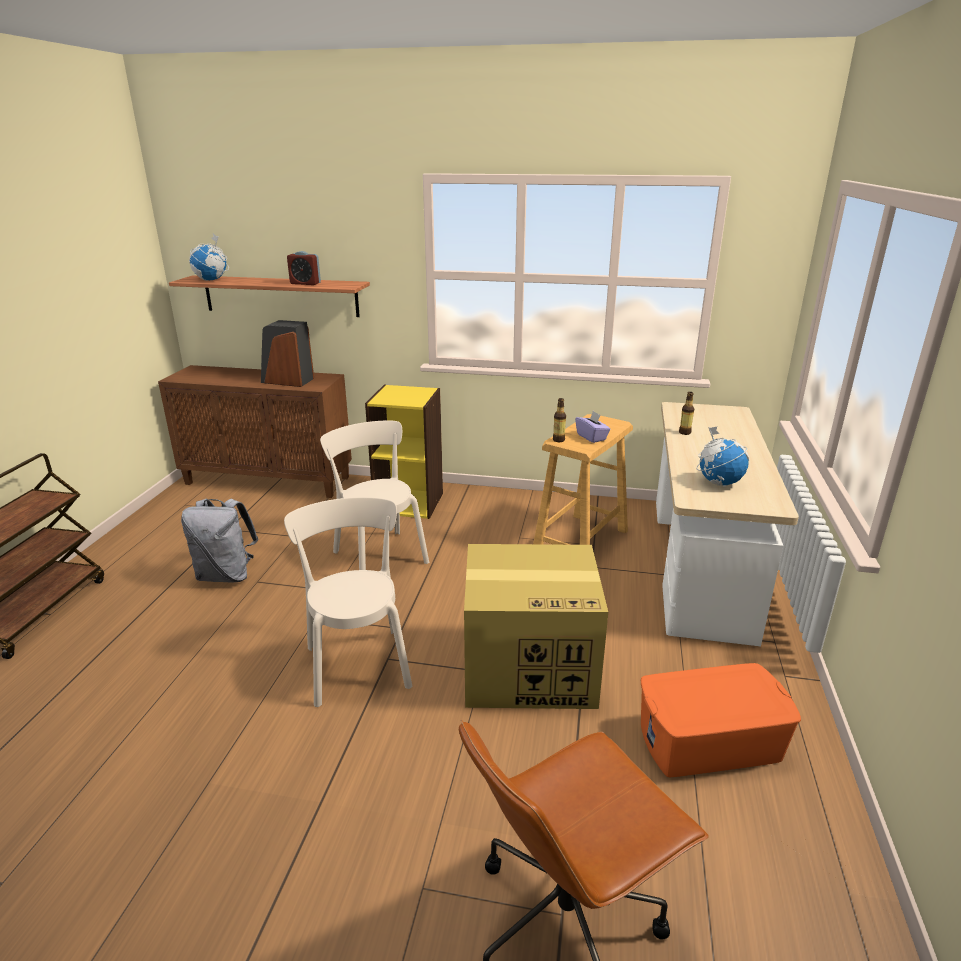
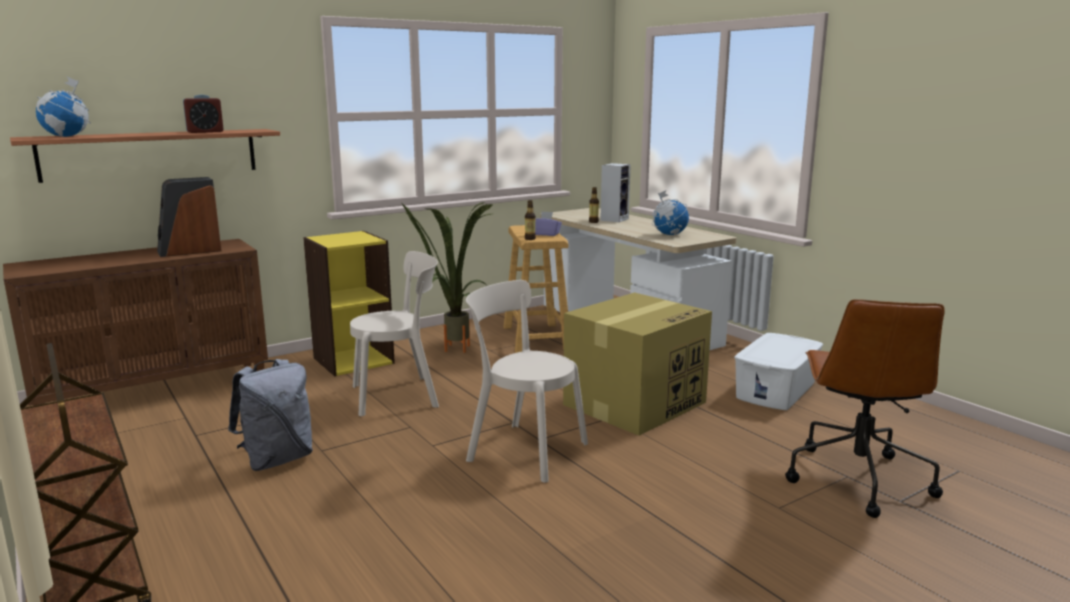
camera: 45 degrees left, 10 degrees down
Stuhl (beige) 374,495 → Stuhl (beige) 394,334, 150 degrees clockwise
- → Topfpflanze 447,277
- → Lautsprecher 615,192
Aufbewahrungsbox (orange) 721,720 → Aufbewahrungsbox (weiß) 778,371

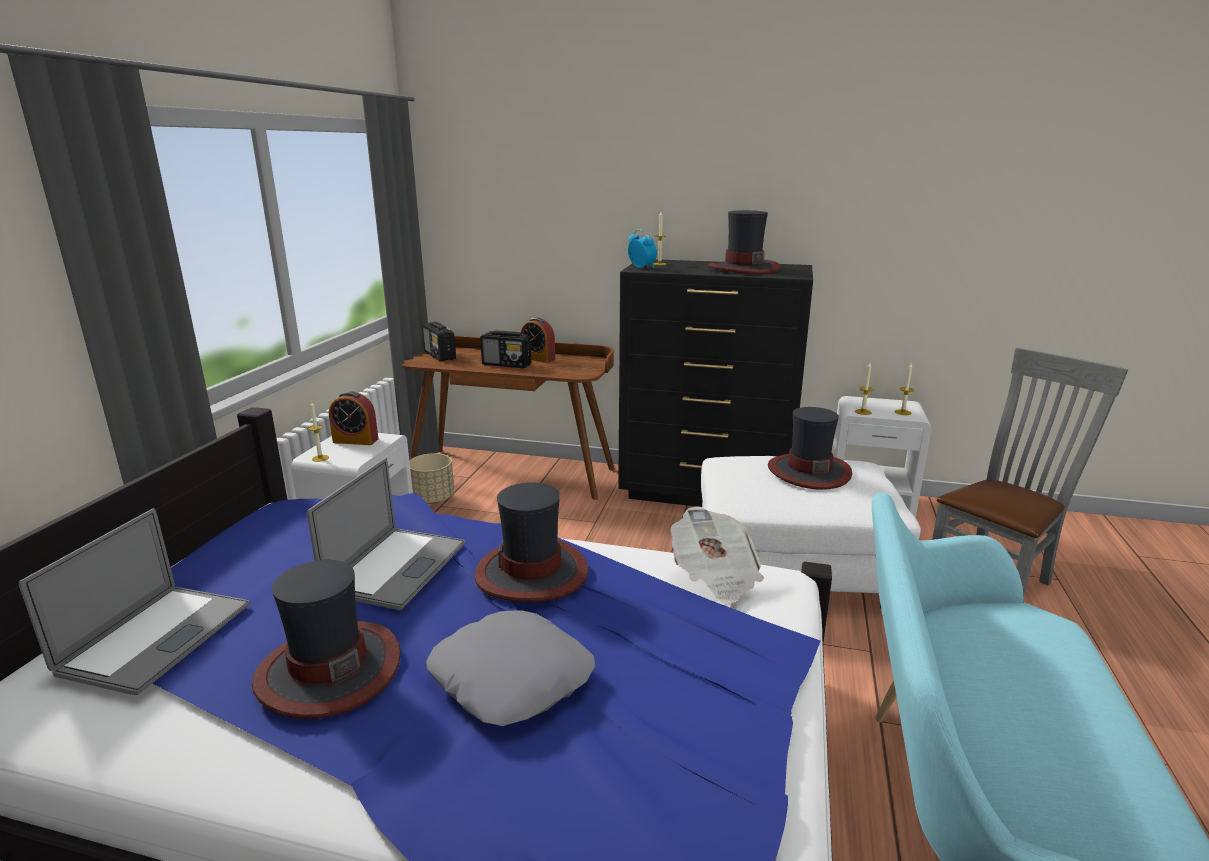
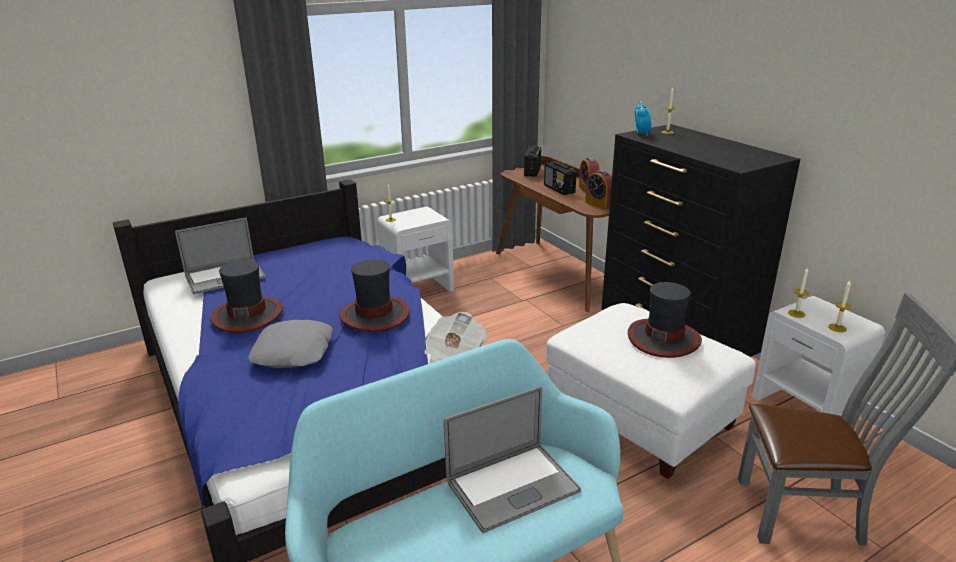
camera: 45 degrees right, 5 degrees up
Laptop 386,534 → Laptop 512,459, move
Wecker 353,418 → Wecker 598,190, move
Pflanzkübel (beige) 431,478 → -
Hut 744,242 → -

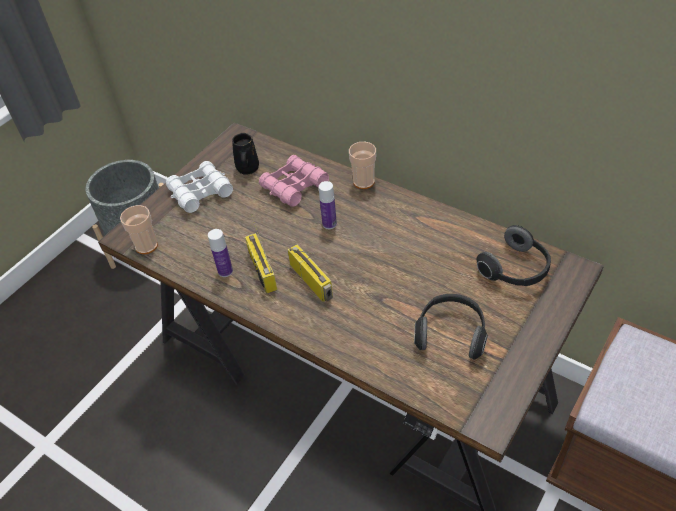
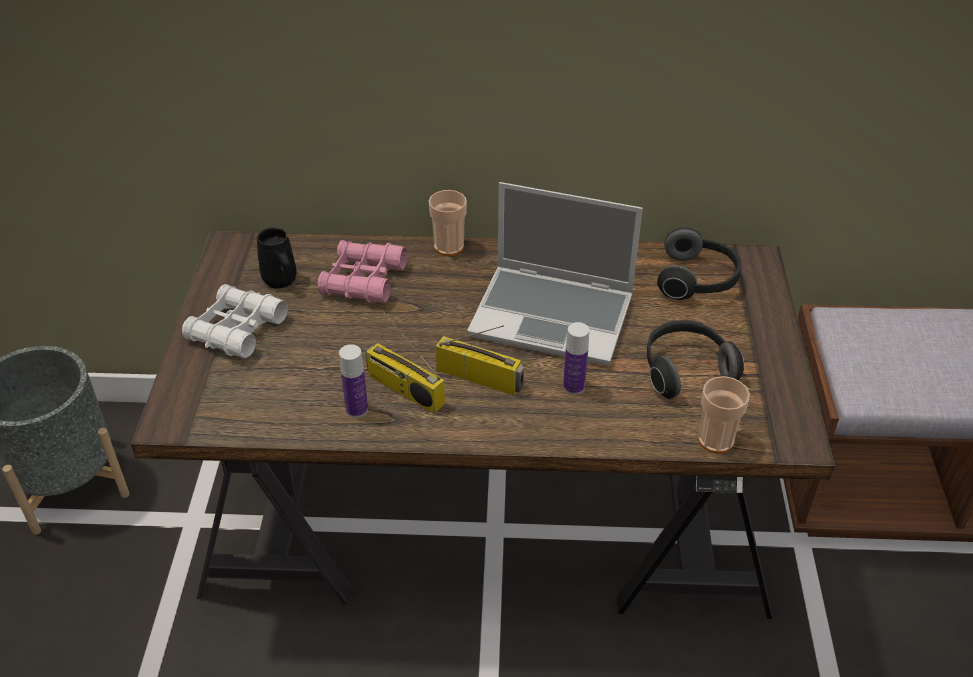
camera: 35 degrees left, 5 degrees down
- → Laptop 555,274
Flasche 328,205 → Flasche 576,358, move
Tasse 139,229 → Tasse 724,415, move

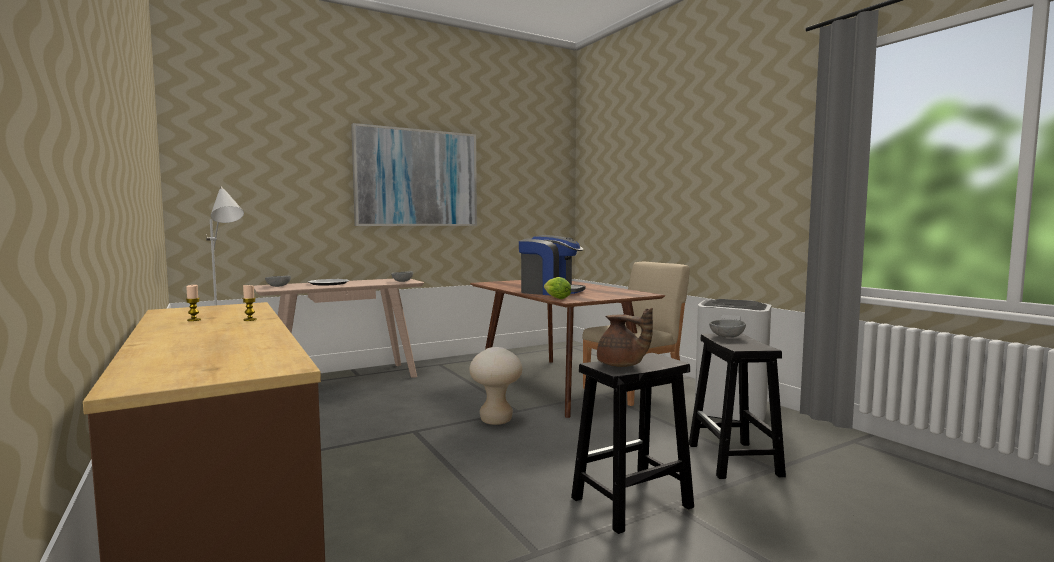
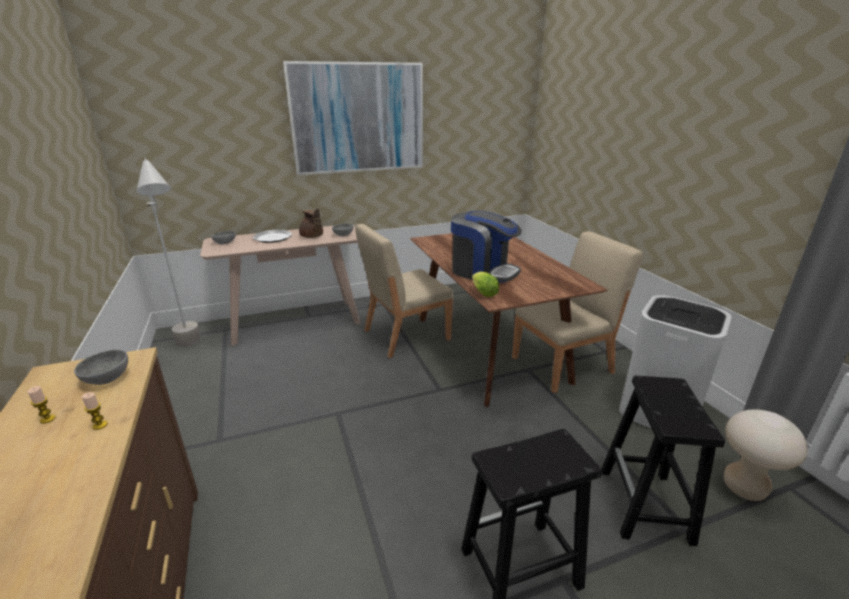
camera: 10 degrees right, 20 degrees up
Schüssel (grau) 727,329 → Schüssel (grau) 101,367, move
Teekanne (braun) 625,337 → Teekanne (braun) 311,223, move
- → Stuhl (beige) 404,291
Hocker (beige) 495,386 → Hocker (beige) 766,455, move

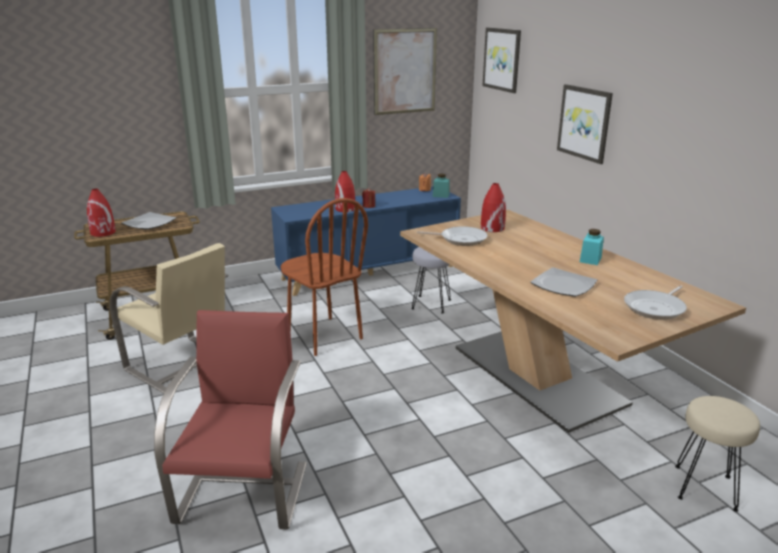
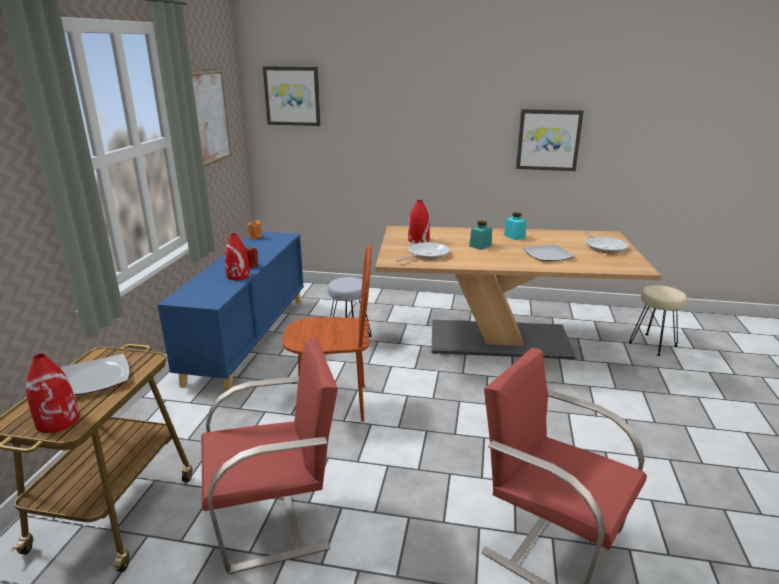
camera: 55 degrees left, 0 degrees up
Stuhl (beige) 169,318 → Stuhl (rot) 269,456
Vorratsglas (türkis) 441,186 → Vorratsglas (türkis) 480,235, move
Bild 585,124 → Bild 550,140, move

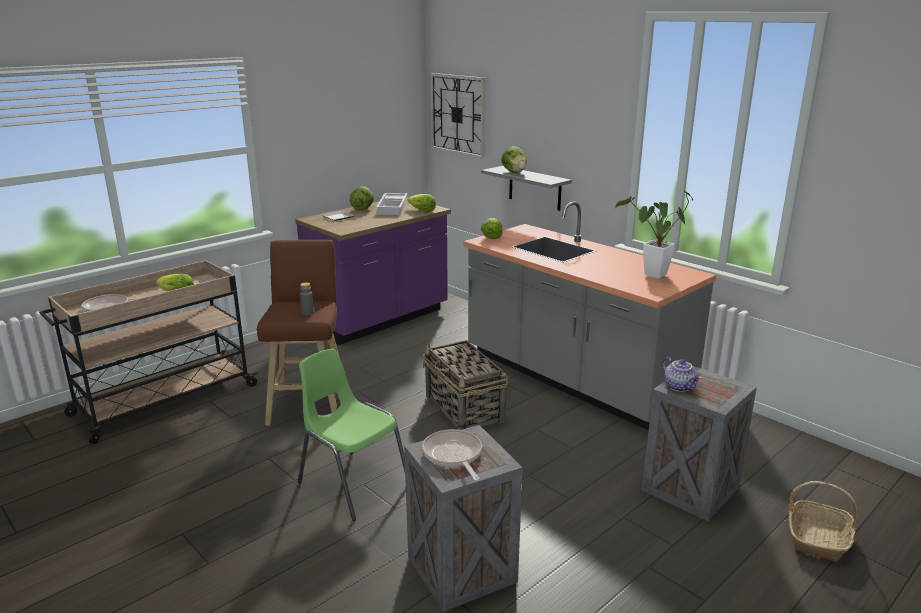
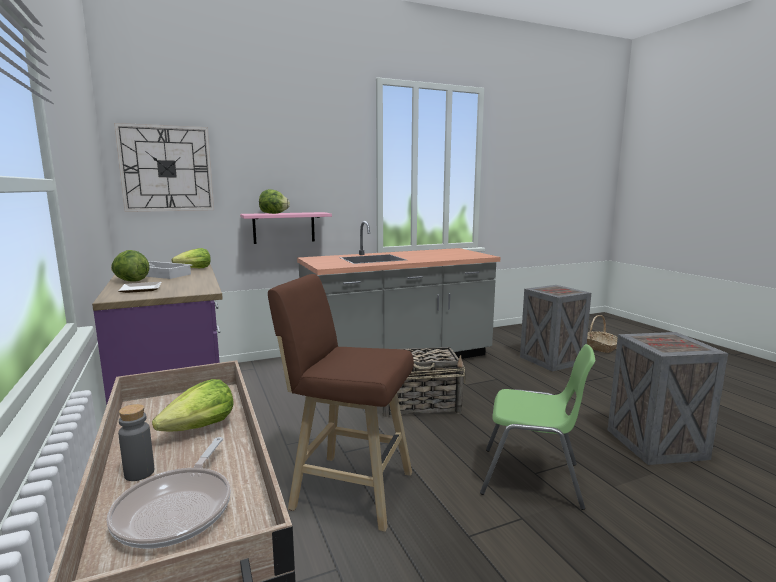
camera: 70 degrees left, 10 degrees down
Flasche (grau) 307,299 → Flasche (grau) 136,442, move
Wandregal (grau) 526,188 → Wandregal (rosa) 286,228
Stuhl (grün) 351,435 → Stuhl (grün) 537,427, 135 degrees counterclockwise
Pfanne 452,455 → -
Salatkopf 492,228 → -
Topfpflanze 654,235 → -
Teekanne 681,374 → -

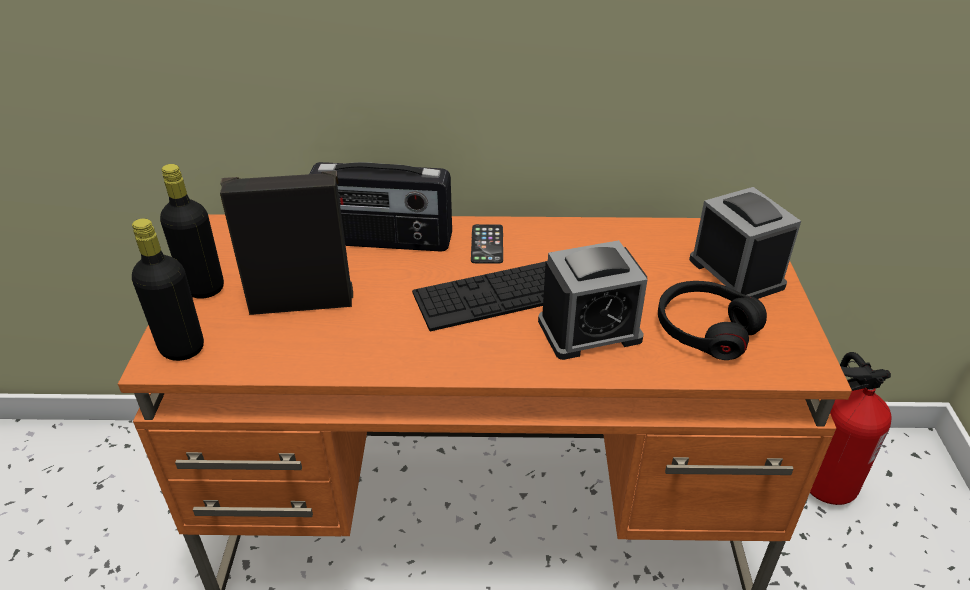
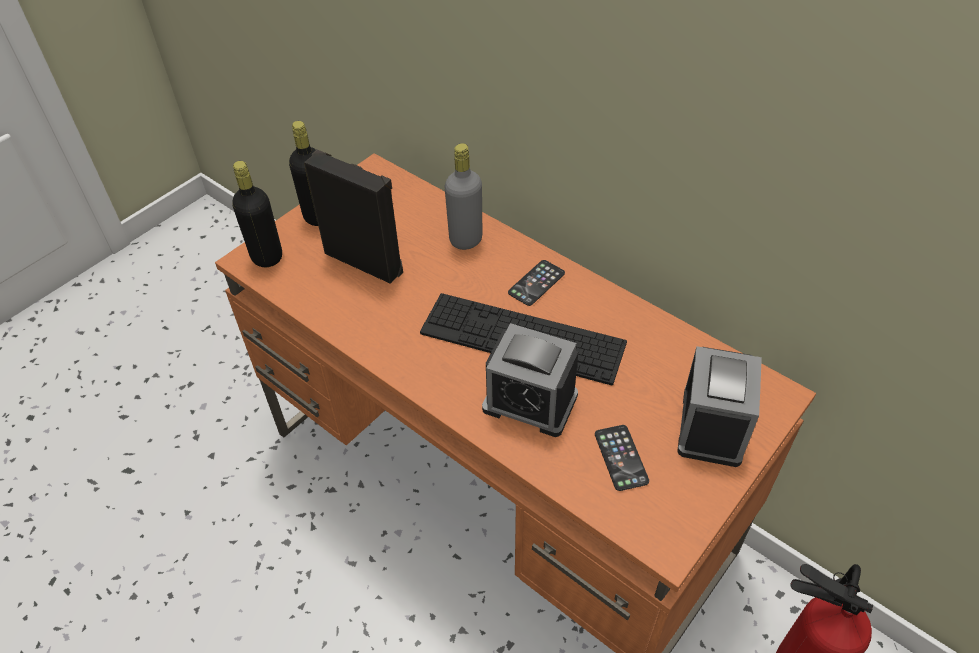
camera: 40 degrees right, 10 degrees up
Radio 380,206 → Flasche (grau) 463,196
Kopfhörer (schwarz) 712,320 → Handy 622,458

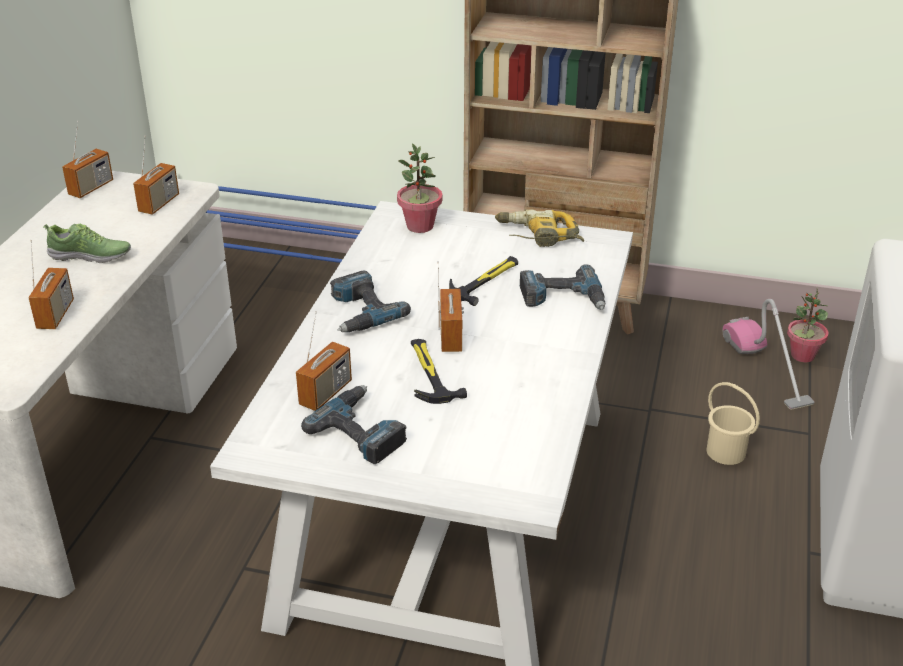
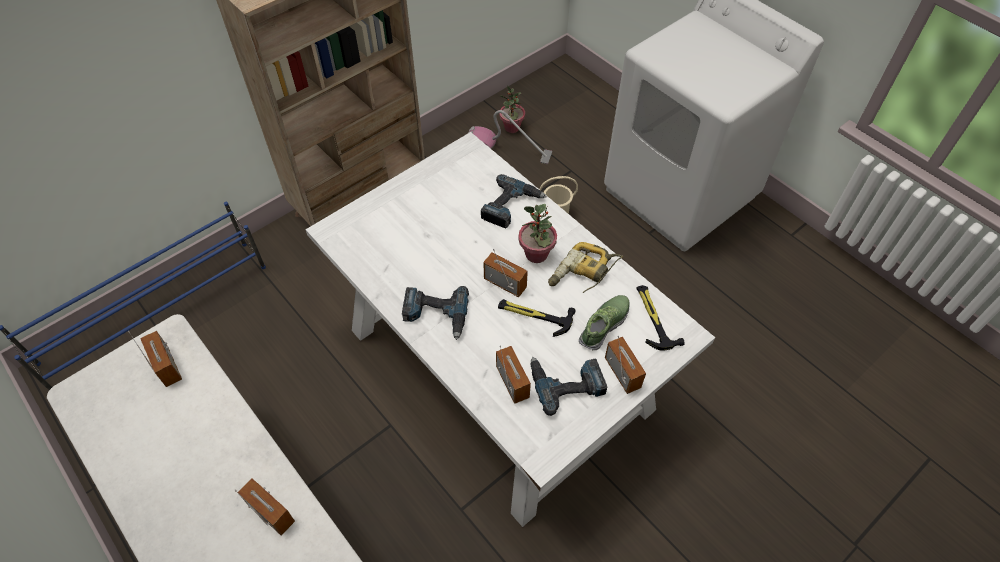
camera: 55 degrees left, 20 degrees up
Topfpflanze 420,188 → Topfpflanze 537,233, move
Bohrmaschine 539,228 → Bohrmaschine 585,267, move
Schuh 87,243 → Schuh 604,322, move
Radio 87,159 → Radio 625,365, move
Hammer 483,281 → Hammer 660,318, move

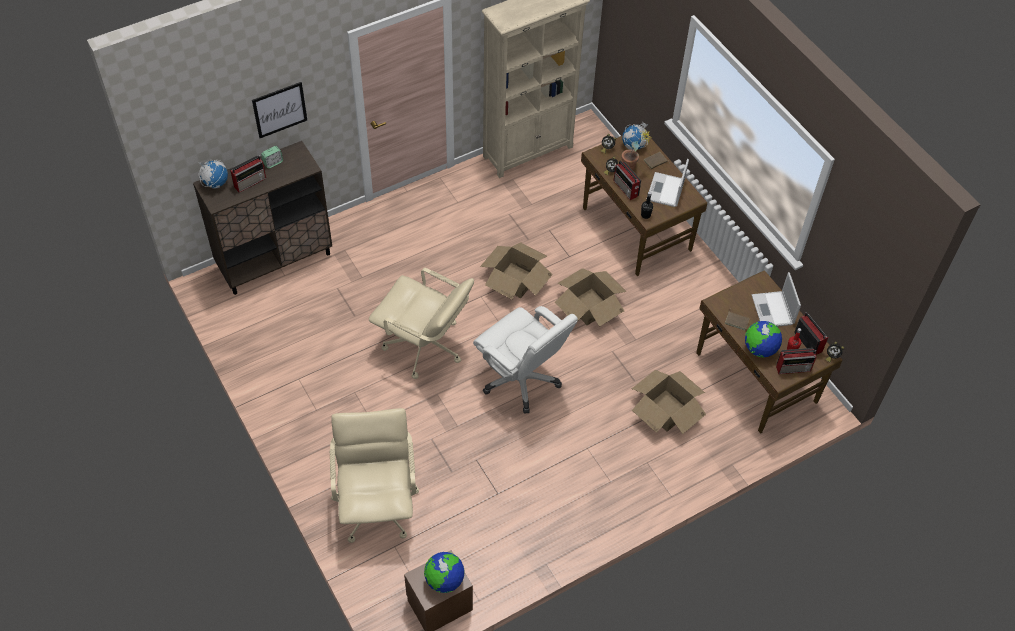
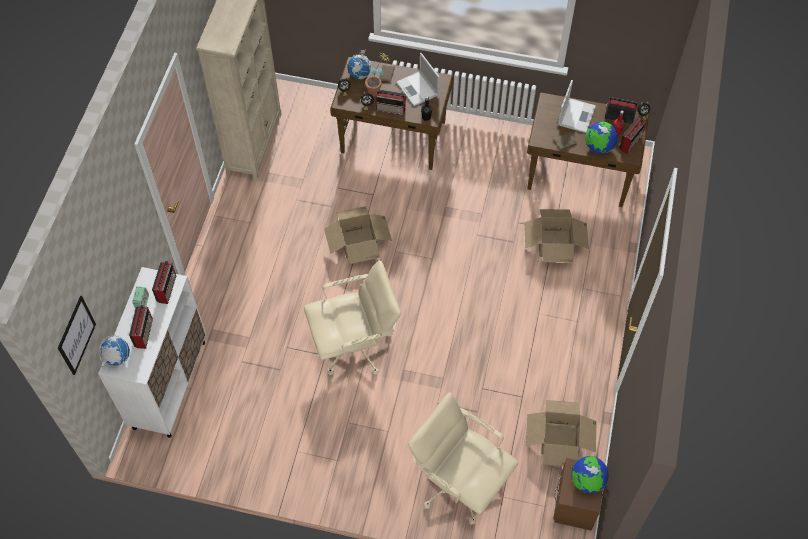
camera: 45 degrees left, 5 degrees up
Bild 279,110 → Bild 77,335, move
Schrank (braun) 262,218 → Schrank (weiß) 152,352
- → Radio 164,282
Karton 590,297 → Karton 561,433, move
Laptop 776,299 → Laptop 577,106, 105 degrees counterclockwise
Bürostuhl (weiß) 525,360 → -

